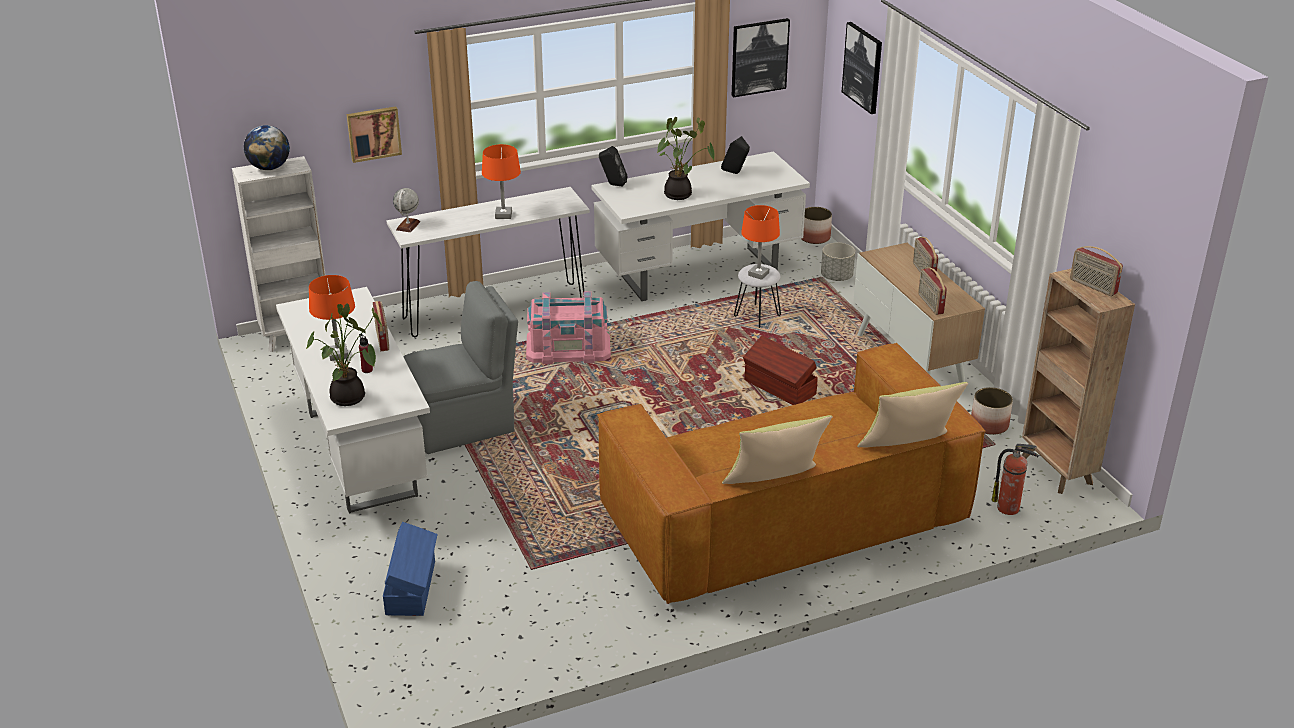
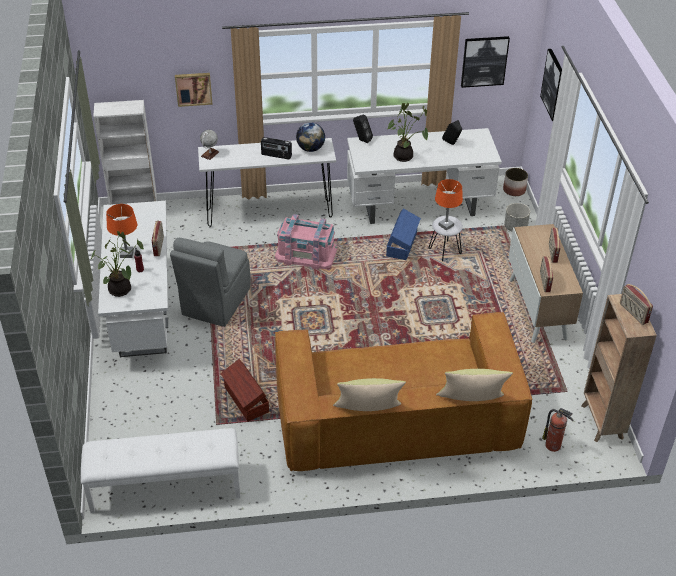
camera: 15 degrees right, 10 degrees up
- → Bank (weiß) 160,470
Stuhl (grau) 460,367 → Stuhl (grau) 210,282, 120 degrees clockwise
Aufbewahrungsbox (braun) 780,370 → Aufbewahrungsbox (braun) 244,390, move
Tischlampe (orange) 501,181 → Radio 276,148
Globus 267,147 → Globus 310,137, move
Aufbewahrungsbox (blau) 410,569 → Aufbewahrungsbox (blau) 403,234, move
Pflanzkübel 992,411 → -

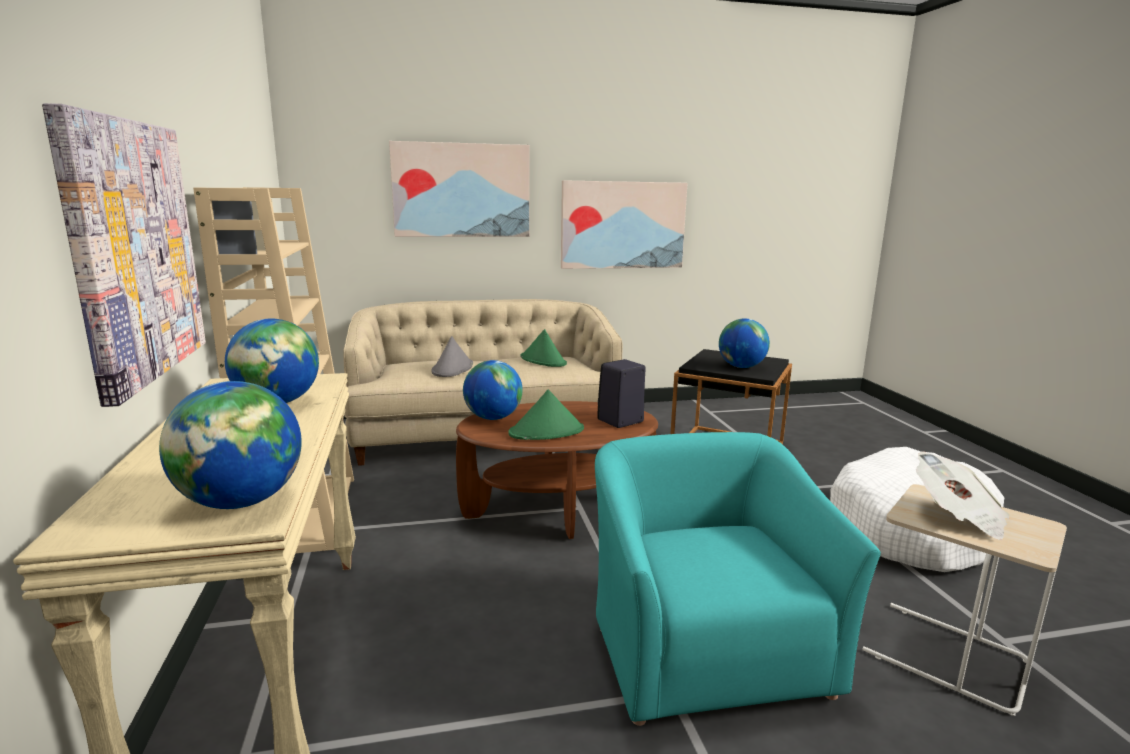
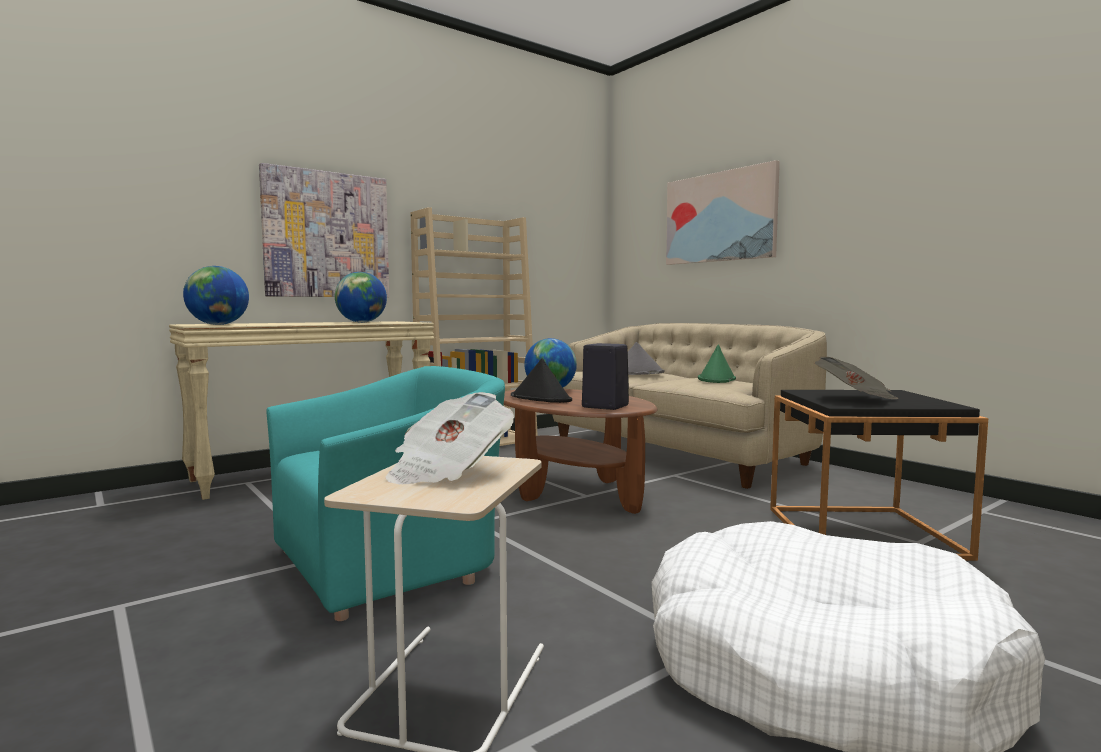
camera: 65 degrees right, 10 degrees down
Hut (grün) 546,415 → Hut (schwarz) 541,380
Globus 744,343 → Zeitung 857,378
Bild 624,224 → -

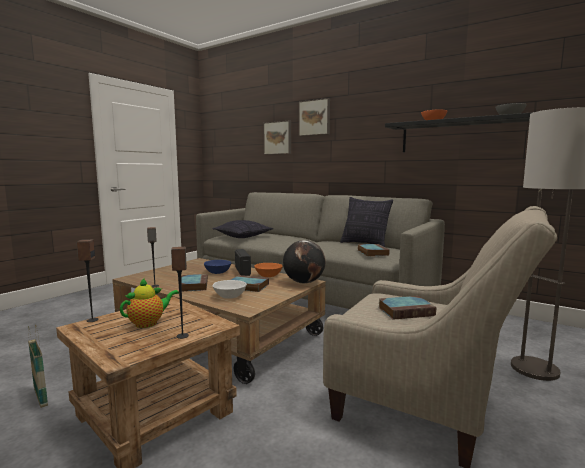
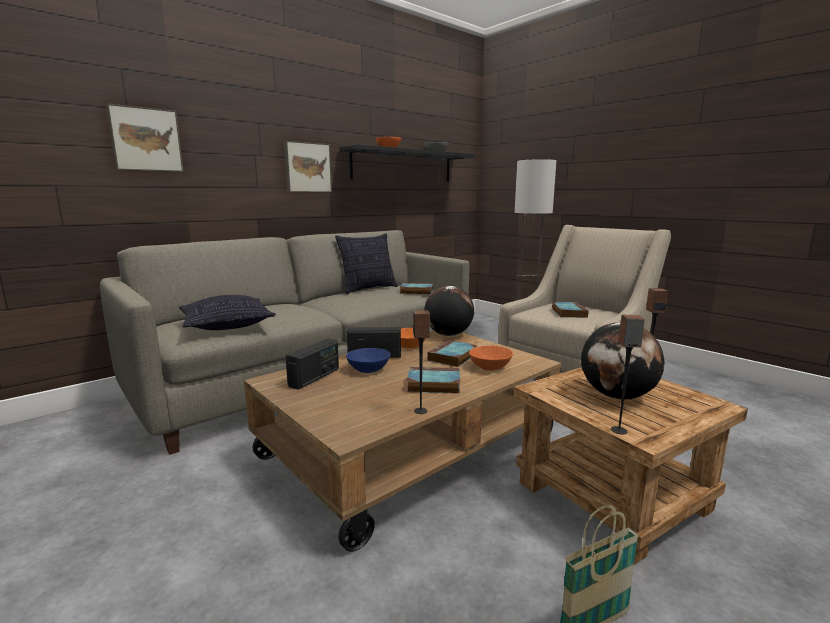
camera: 75 degrees left, 5 degrees up
Bild 314,117 → Bild 308,166, move
- → Radio 312,364
Schüssel (weiß) 230,289 → Schüssel (orange) 491,358
Teekanne 149,303 → Globus 623,361

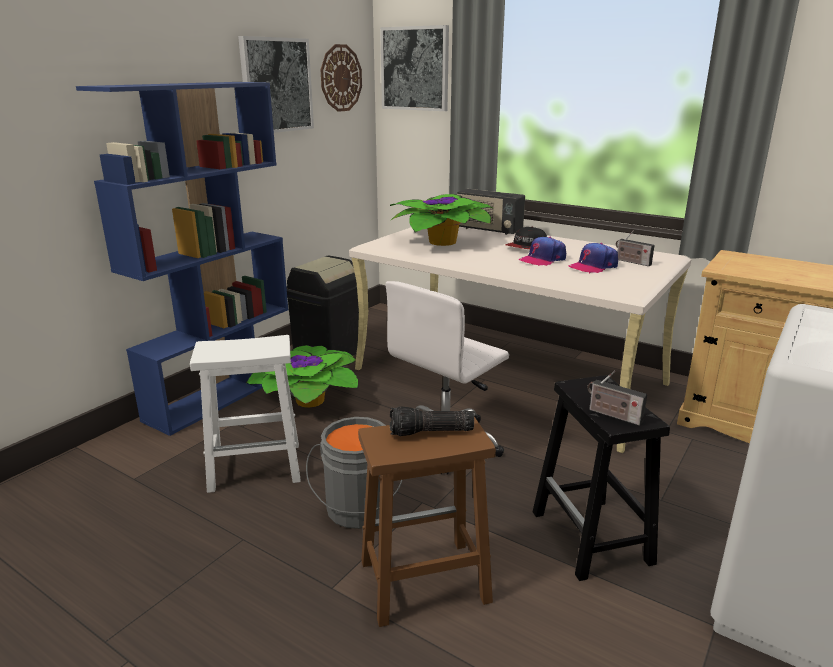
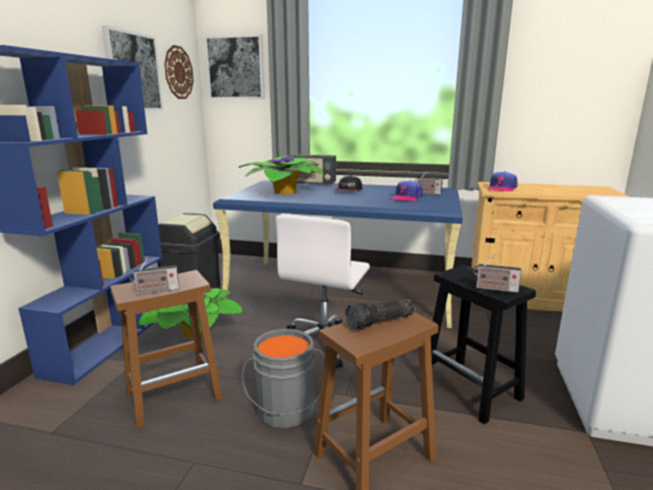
camera: 20 degrees left, 5 degrees down
Hocker (weiß) 245,414 → Hocker (braun) 166,349
- → Radio 154,276
Schreibtisch (beige) 520,340 → Schreibtisch (blau) 338,254
Kappe 542,251 → Kappe 502,181, move

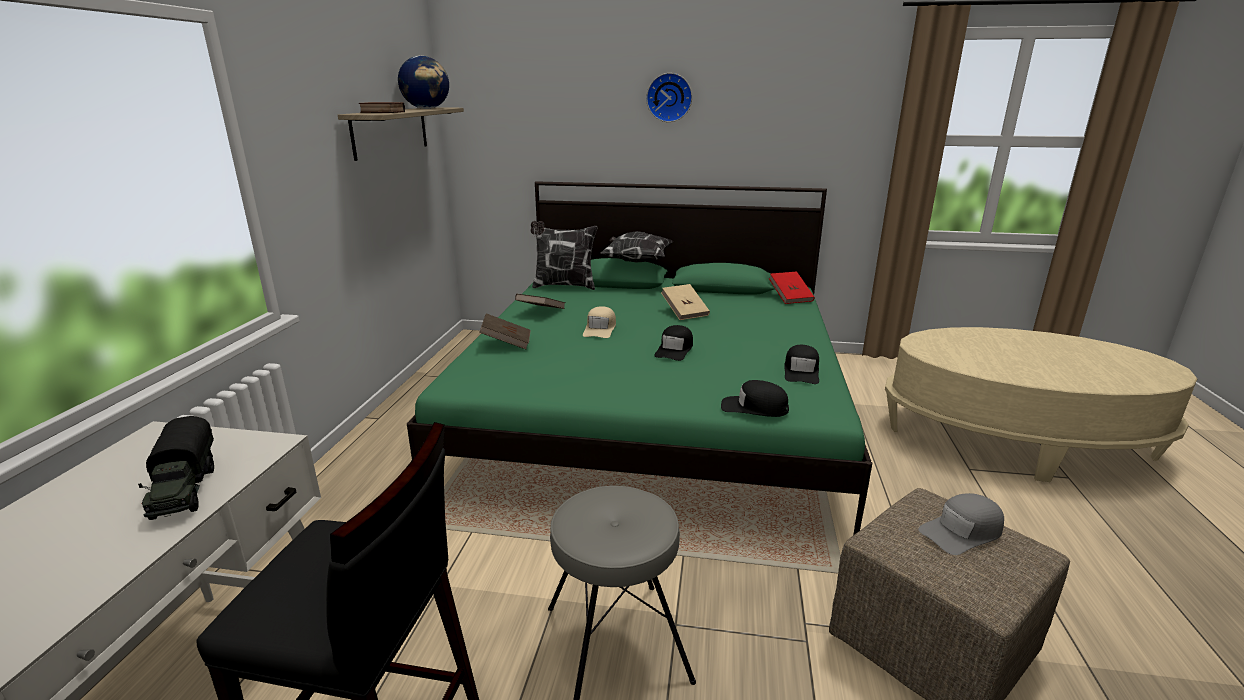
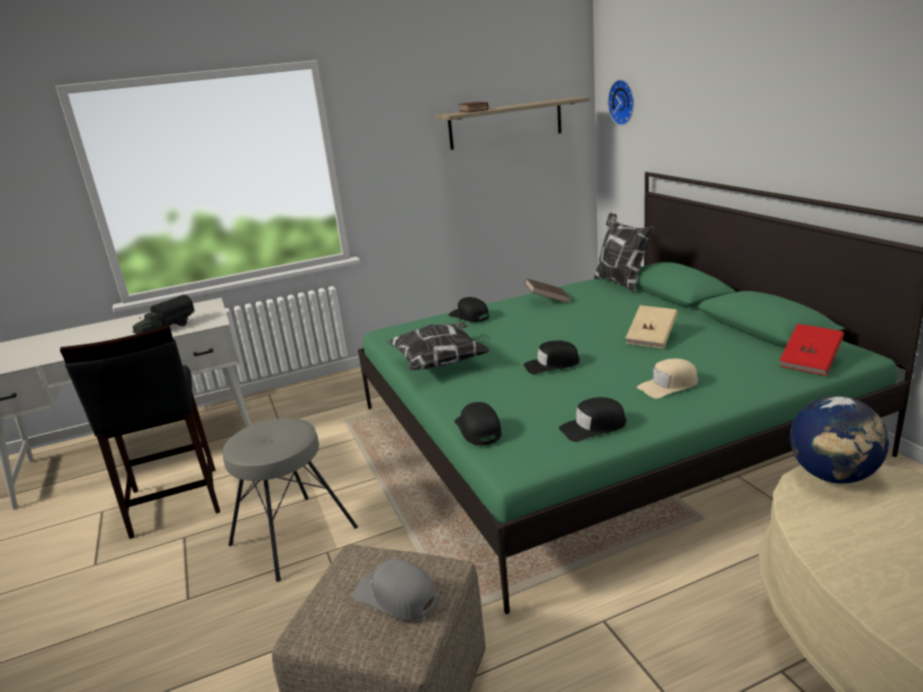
camera: 60 degrees right, 0 degrees up
Kissen 637,247 → Kissen 438,345, move
Buch (braun) 505,331 → Kappe (schwarz) 469,309
Wanduhr 669,97 → Wanduhr 621,103, move
Kappe (beige) 599,322 → Kappe (beige) 667,378, move
Globus 423,82 → Globus 839,440, move

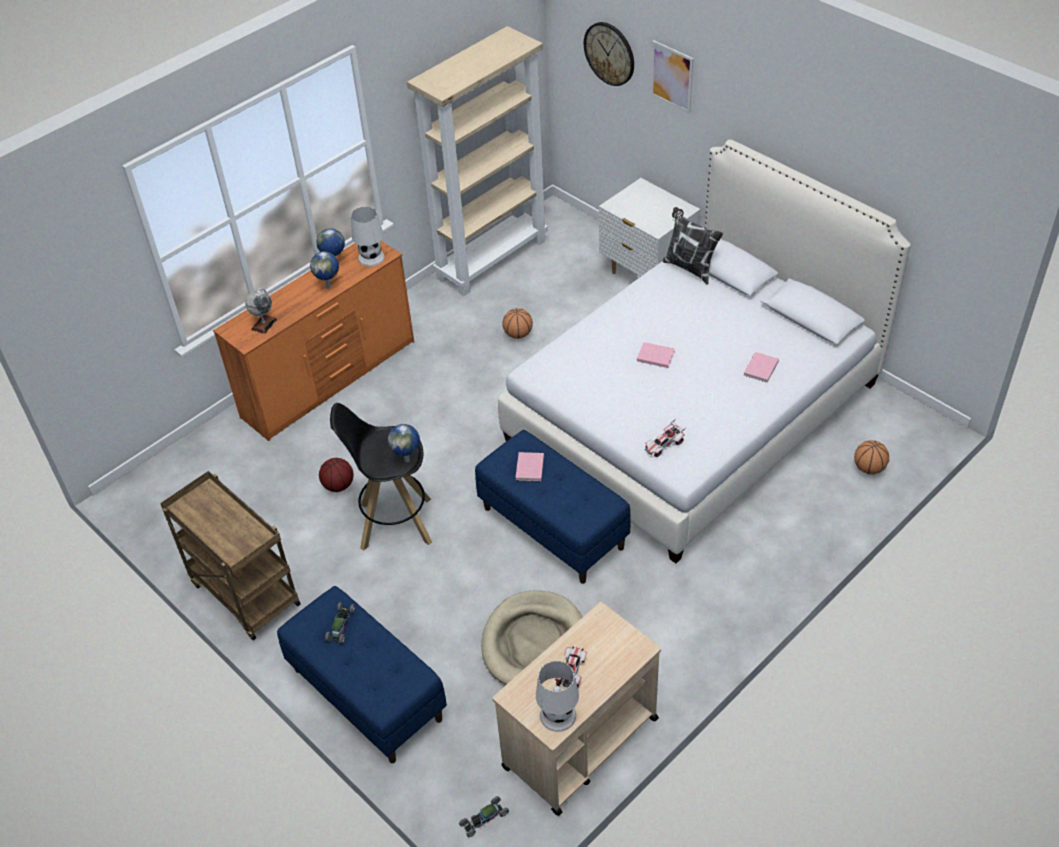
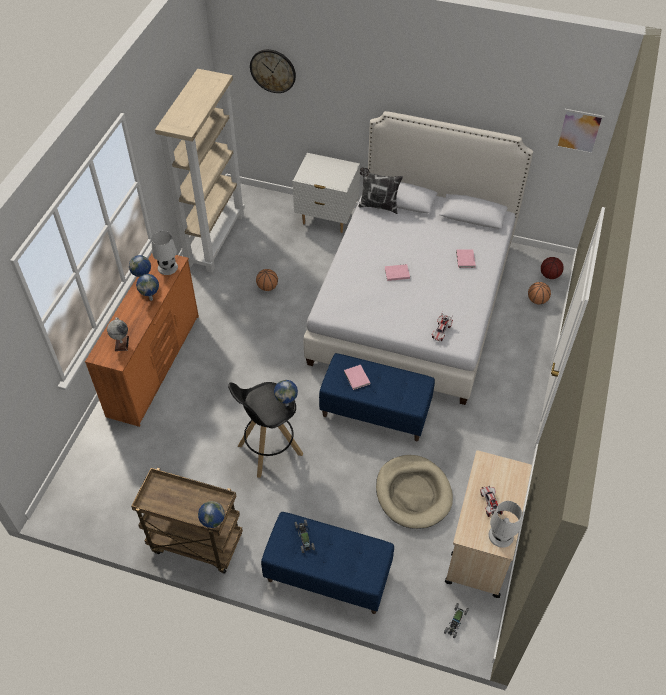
camera: 30 degrees left, 5 degrees up
- → Globus 211,514
Basketball 336,475 → Basketball 552,268, move
Bild 672,77 → Bild 580,132, move

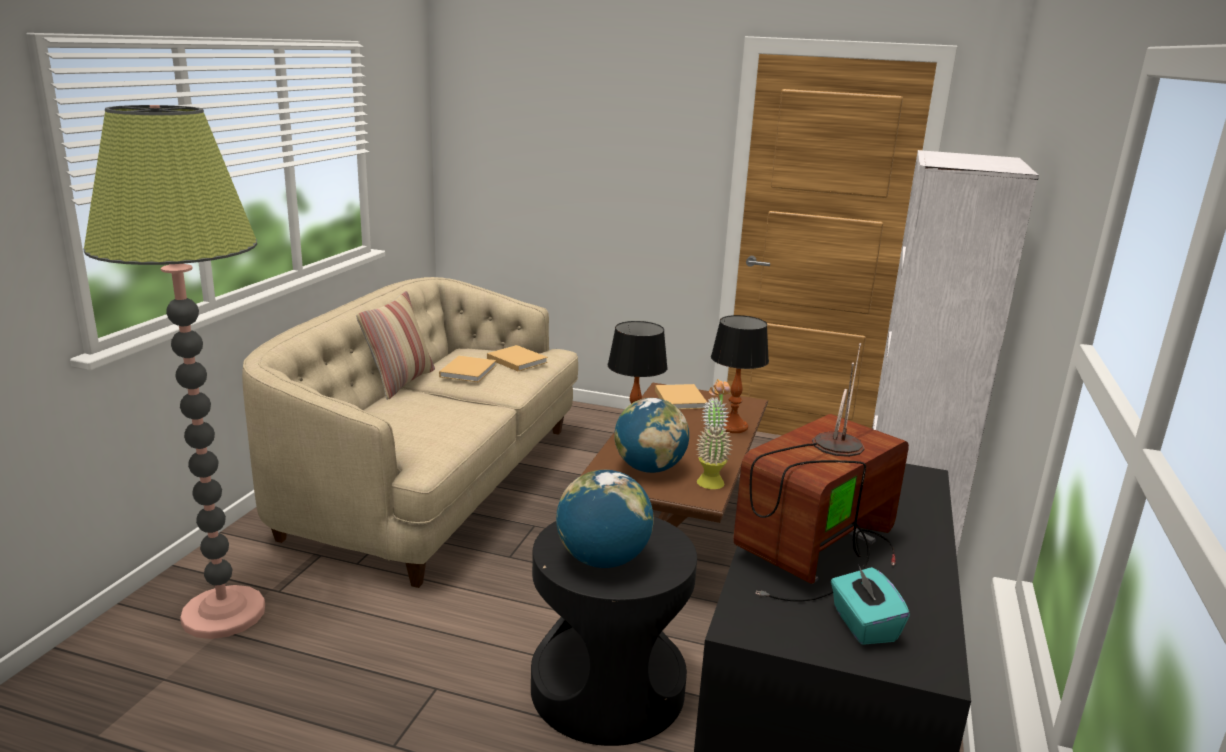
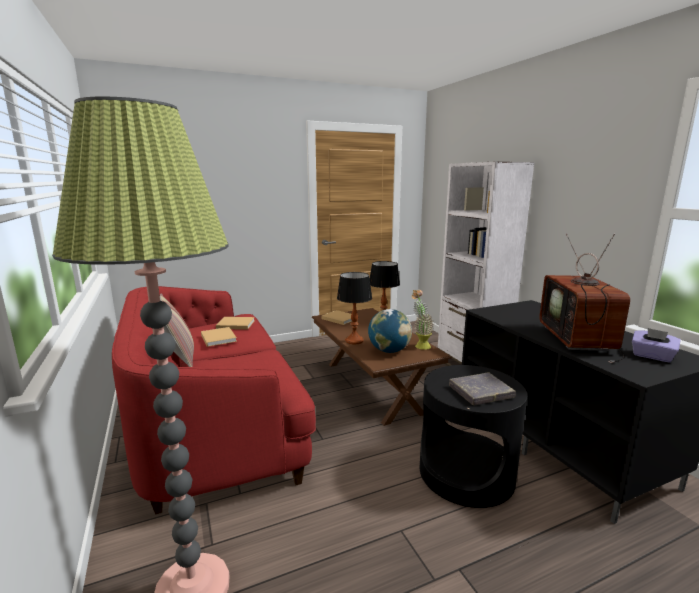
camera: 40 degrees left, 5 degrees down
Sofa (beige) 410,432 → Sofa (rot) 214,400
Globus 605,519 → Buch (grau) 482,388
Taschentuchbox (türkis) 870,605 → Taschentuchbox (lila) 656,345

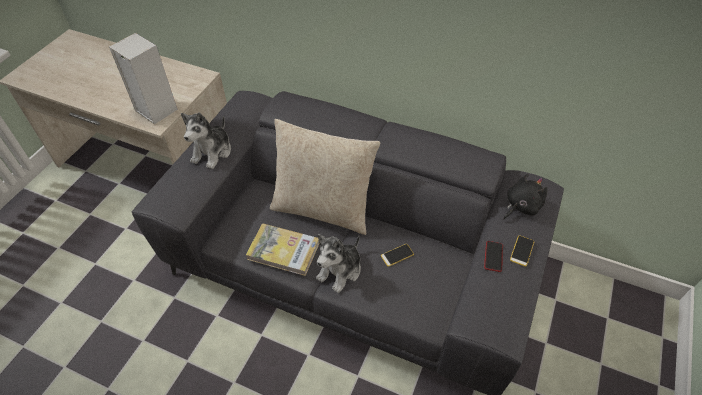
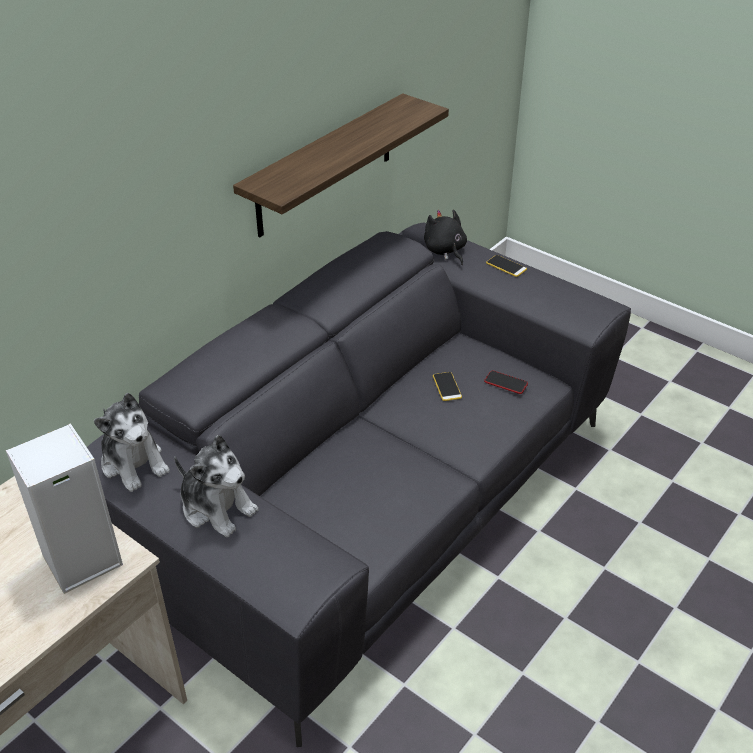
camera: 75 degrees left, 10 degrees down
Plüschtier 338,263 → Plüschtier 132,442, move
- → Wandregal 341,165
Handy 493,256 → Handy 506,382, move
Buch 283,249 → -
Kissen (beige) 325,177 → -

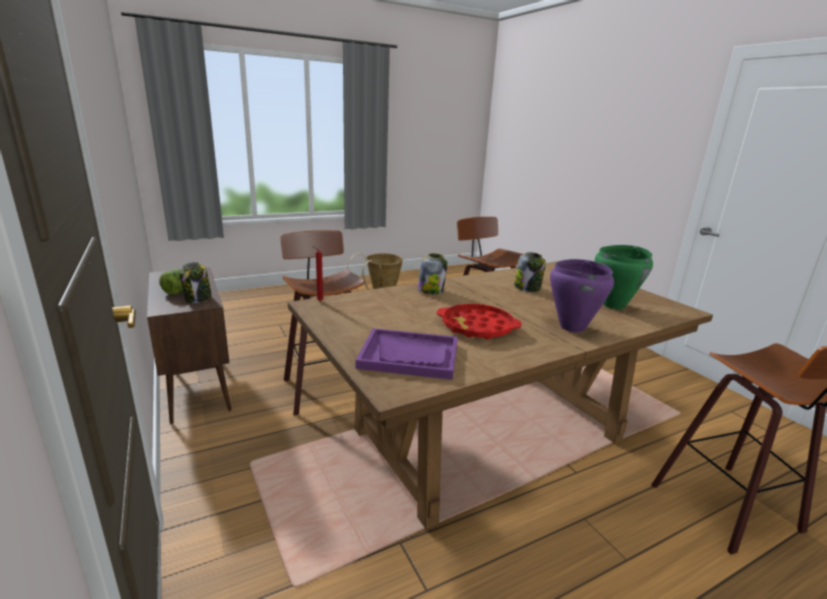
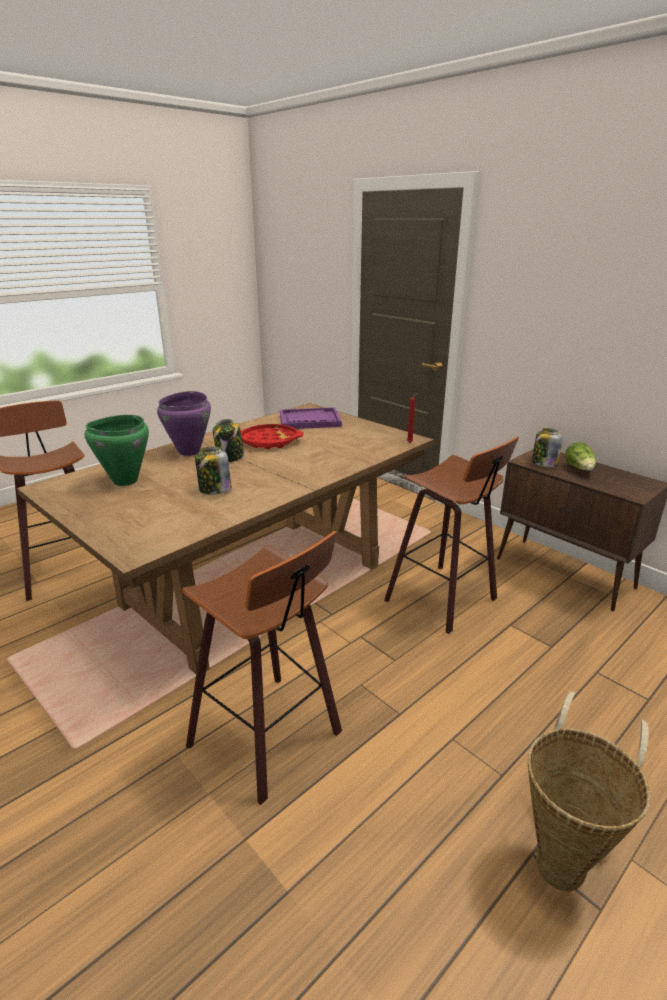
camera: 165 degrees right, 5 degrees up
Vorratsglas 432,273 → Vorratsglas 228,440, move

